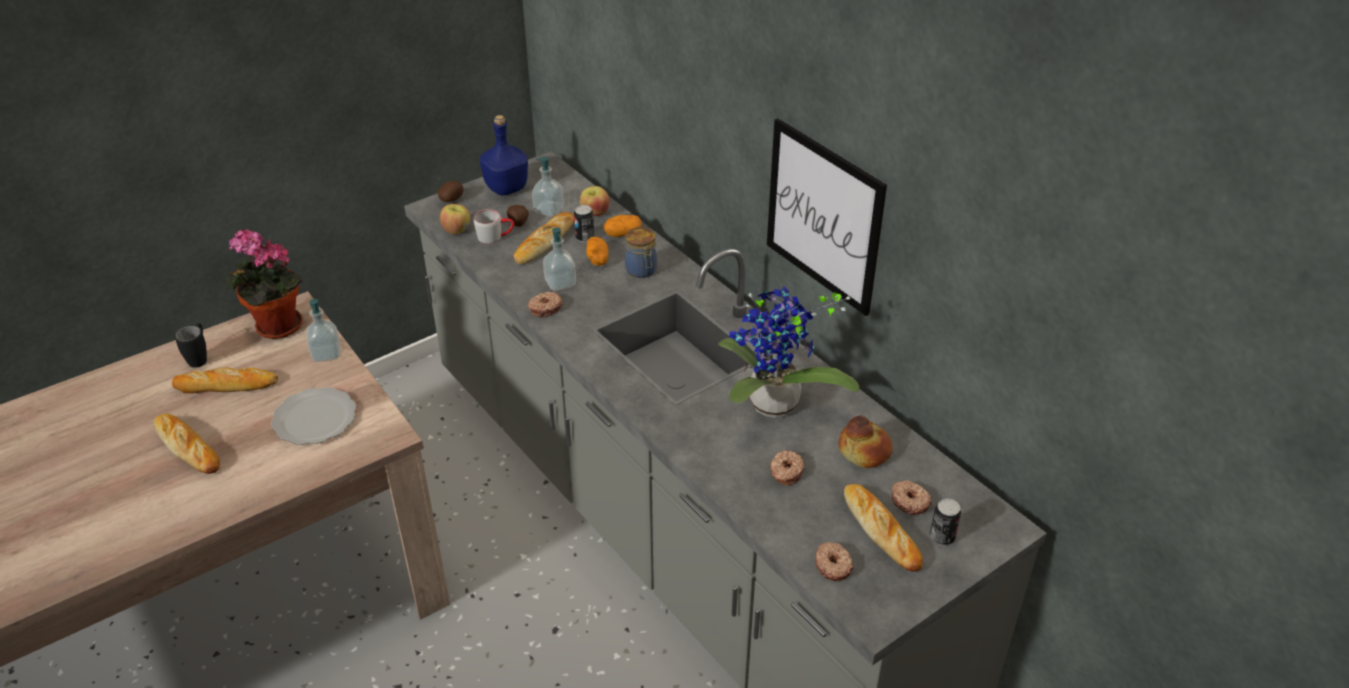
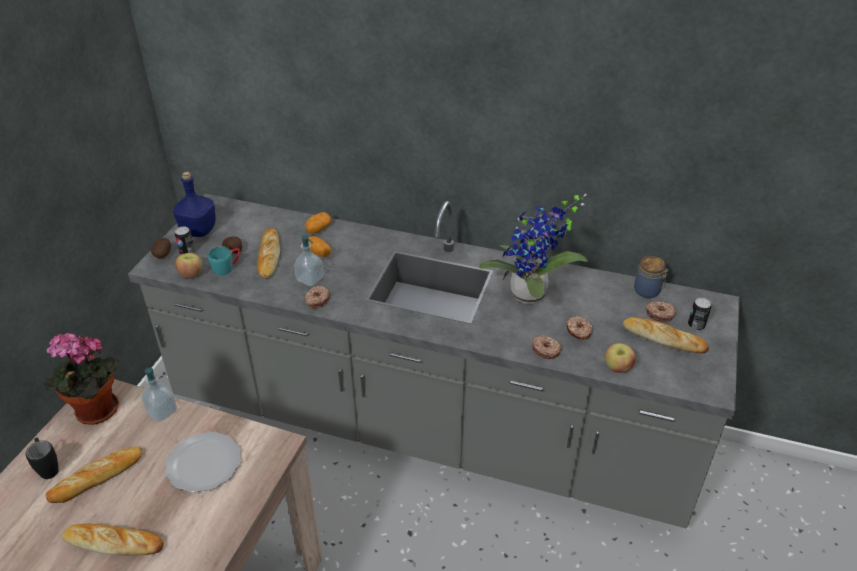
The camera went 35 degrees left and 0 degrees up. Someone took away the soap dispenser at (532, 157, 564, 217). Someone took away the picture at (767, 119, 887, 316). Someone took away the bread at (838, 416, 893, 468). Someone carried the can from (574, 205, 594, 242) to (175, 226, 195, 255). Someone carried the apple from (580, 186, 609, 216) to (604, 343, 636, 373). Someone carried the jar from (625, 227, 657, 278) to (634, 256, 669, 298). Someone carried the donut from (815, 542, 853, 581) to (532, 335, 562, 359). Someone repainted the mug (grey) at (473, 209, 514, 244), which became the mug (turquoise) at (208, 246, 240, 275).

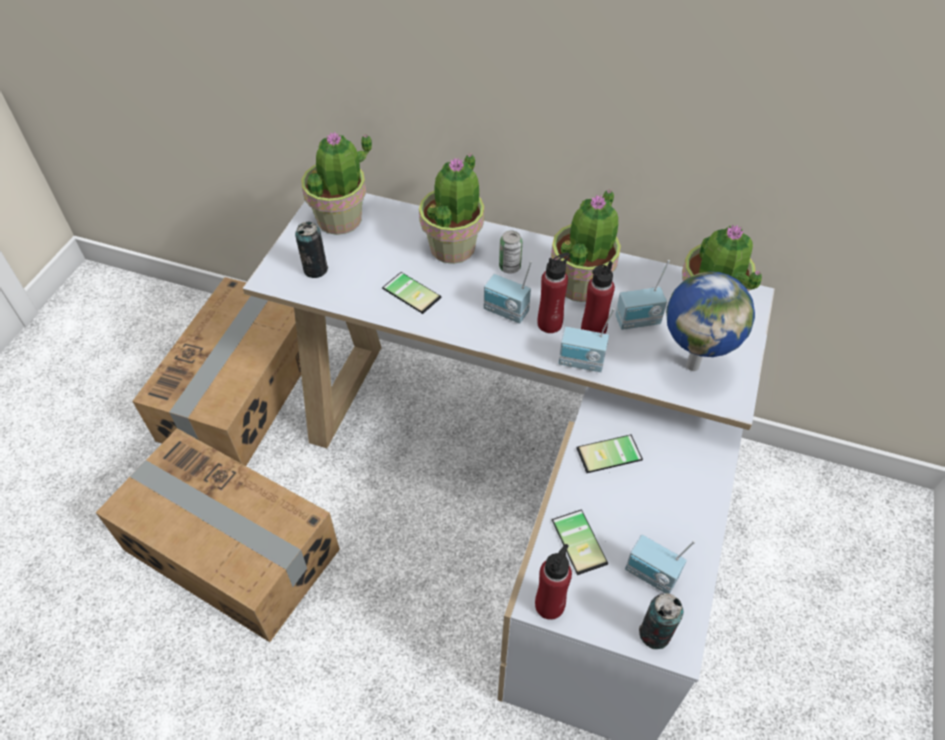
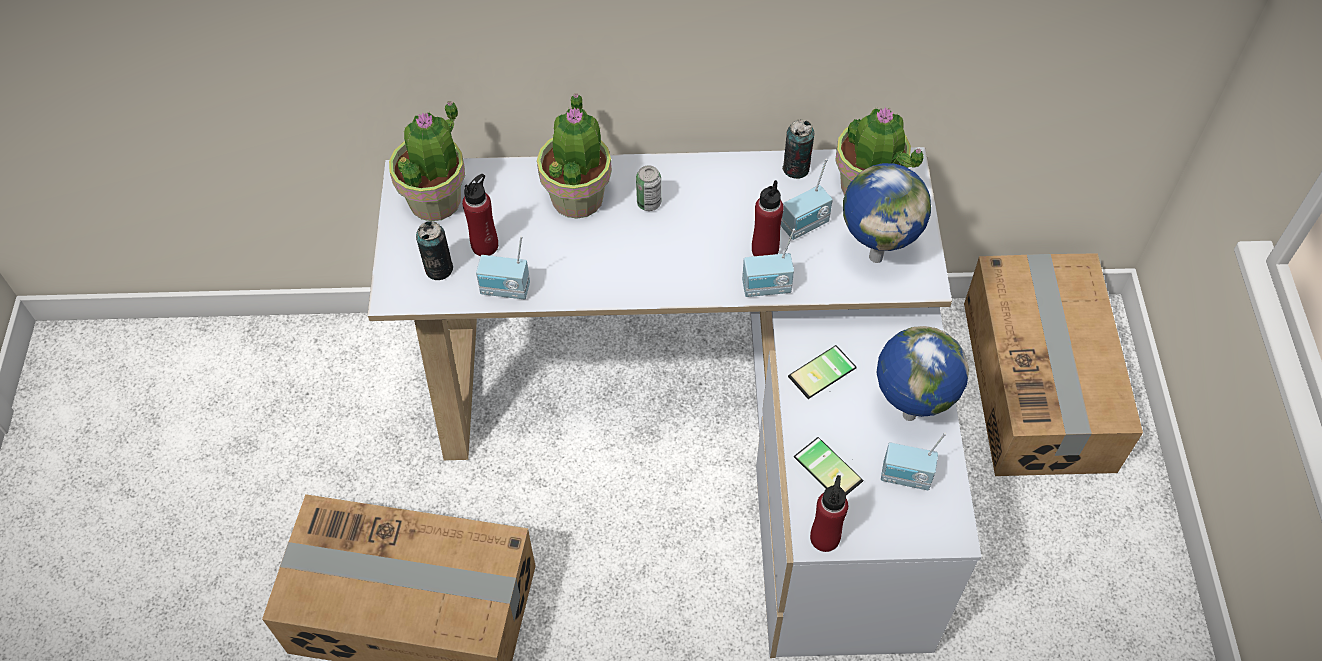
The camera went 20 degrees left and 5 degrees up. Someone took away the phone at (382, 272, 442, 314). Someone took away the potted plant at (551, 189, 621, 302). Someone put down the globe at (876, 326, 969, 421). Someone carried the cardboard box from (132, 277, 301, 466) to (964, 253, 1143, 476). Someone carried the radio from (484, 261, 532, 323) to (476, 236, 530, 299). Someone carried the bottle (red) from (538, 252, 570, 333) to (462, 174, 498, 256). Someone carried the can from (639, 593, 683, 649) to (782, 120, 814, 179).

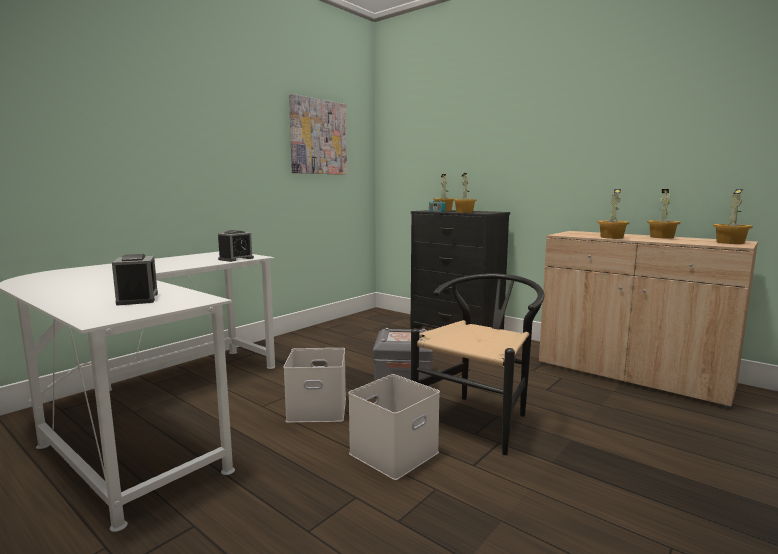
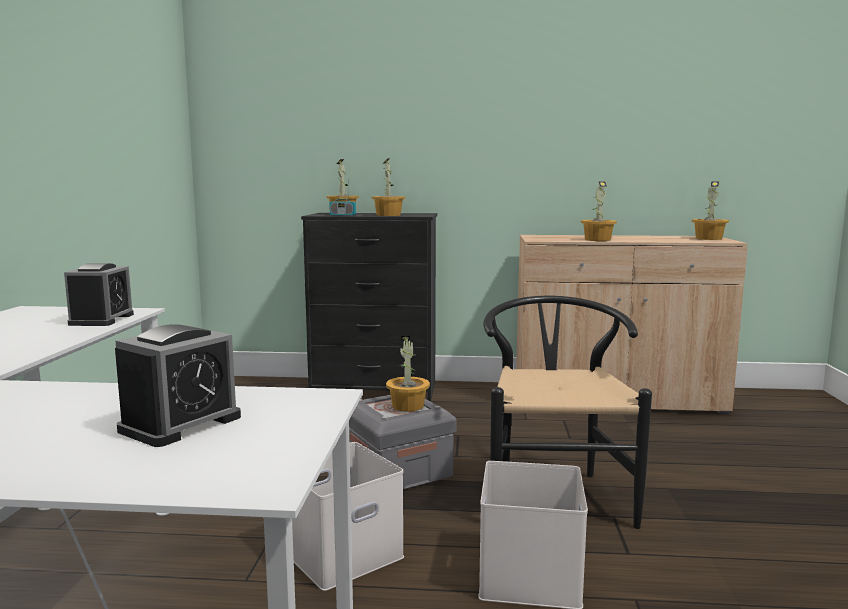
The camera went 35 degrees left and 0 degrees up. Someone took away the picture at (289, 94, 347, 175). Someone carried the potted plant from (647, 189, 680, 238) to (386, 336, 430, 412). Someone rotated the alarm clock at (112, 254, 158, 305) by 90 degrees clockwise.

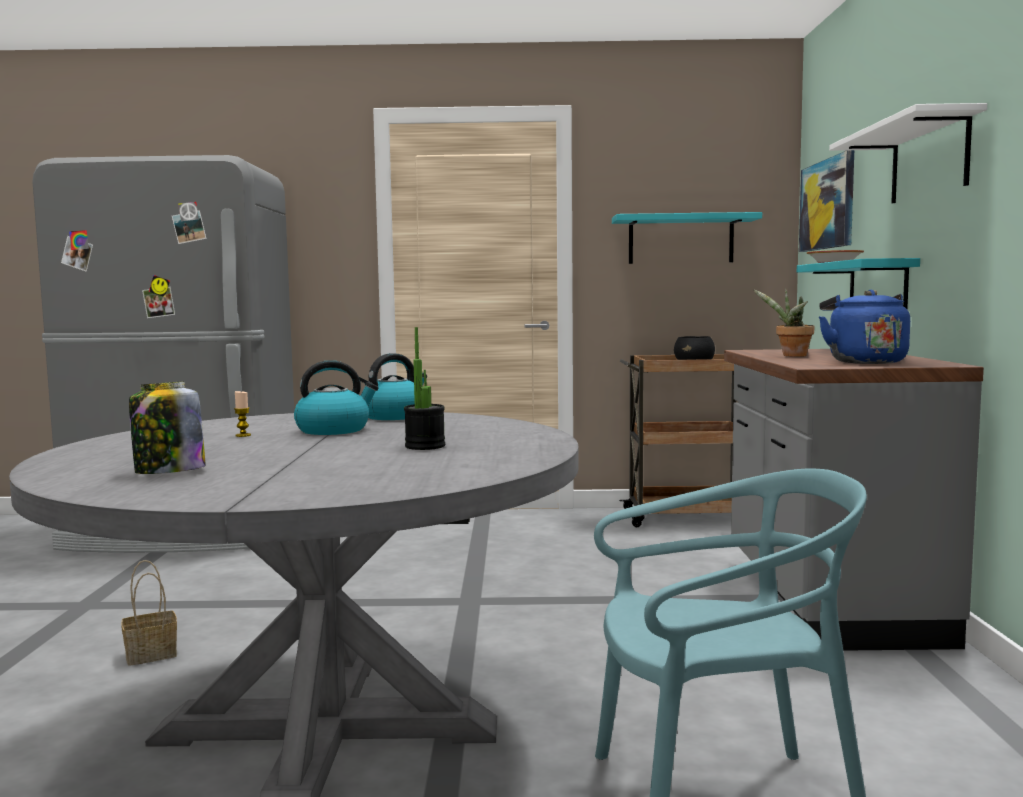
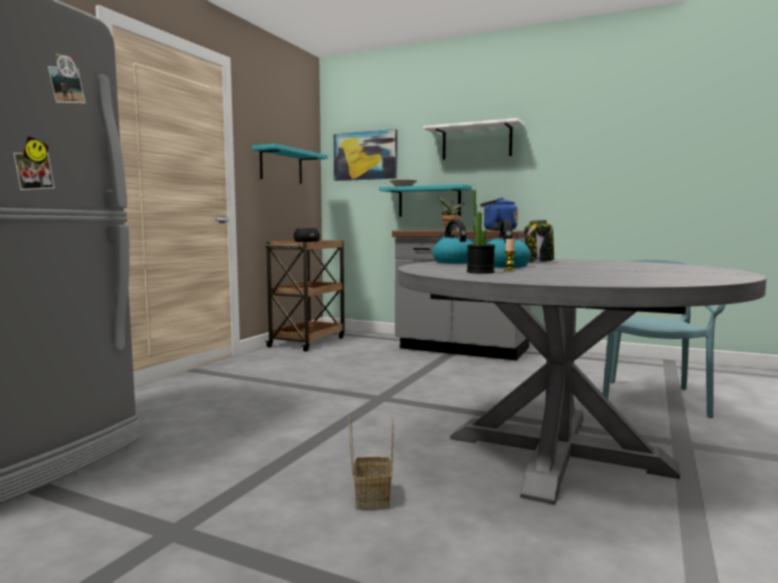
The camera went 65 degrees left and 0 degrees up. Someone carried the jar from (129, 381, 206, 474) to (524, 220, 554, 262). Someone carried the potted plant from (404, 327, 445, 450) to (467, 190, 495, 274).

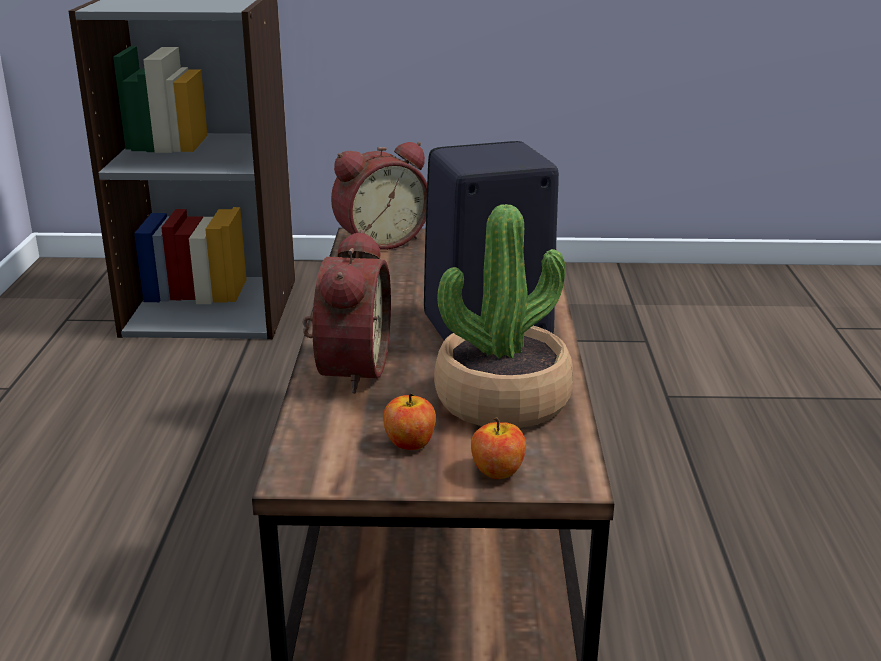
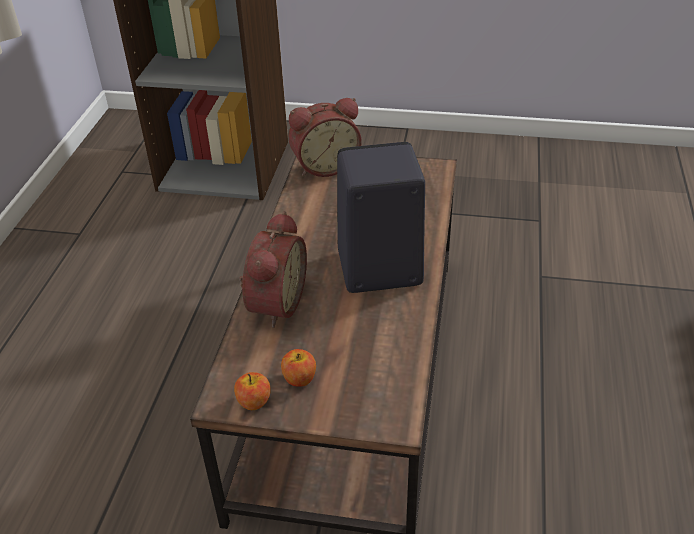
The camera went 10 degrees right and 15 degrees up. Someone took away the potted plant at (434, 204, 573, 428). Someone carried the apple from (471, 417, 526, 479) to (234, 372, 271, 410).

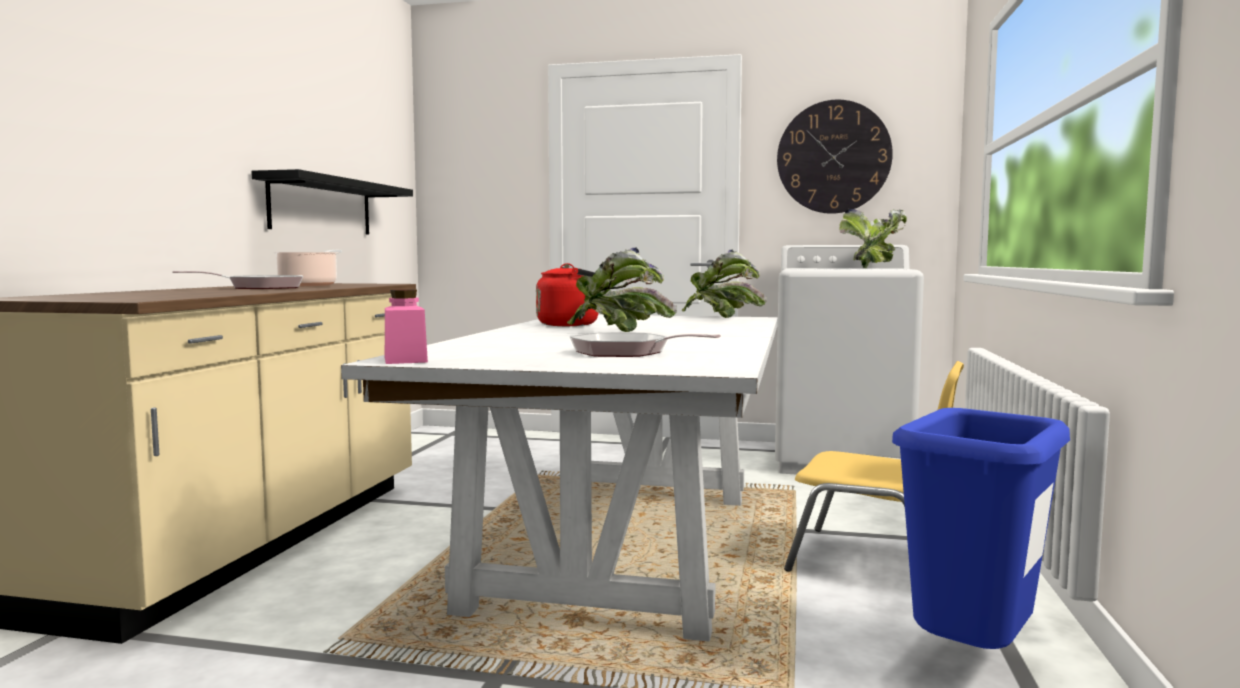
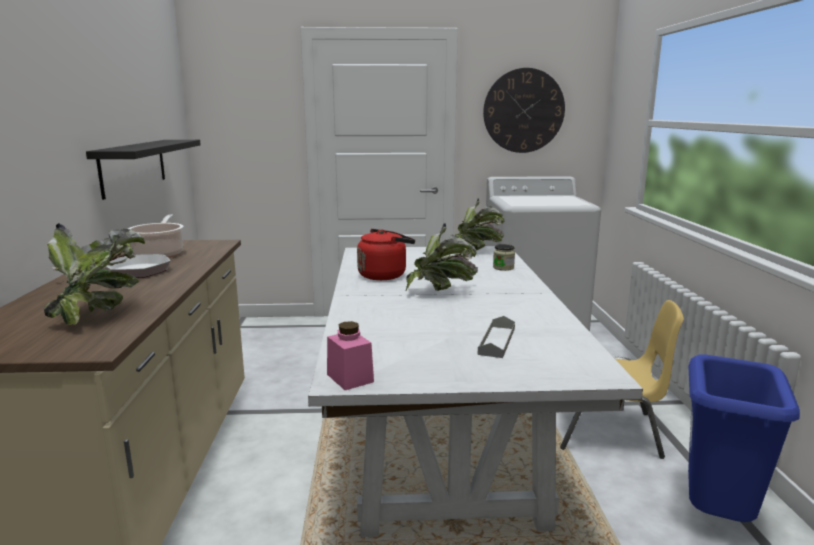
The camera went 15 degrees left and 10 degrees up. Someone put down the jar at (493, 244, 515, 271). Someone carried the potted plant from (839, 209, 907, 268) to (44, 223, 145, 325). Someone swapped the frying pan at (570, 332, 721, 357) for the tray (grey) at (478, 316, 515, 358).

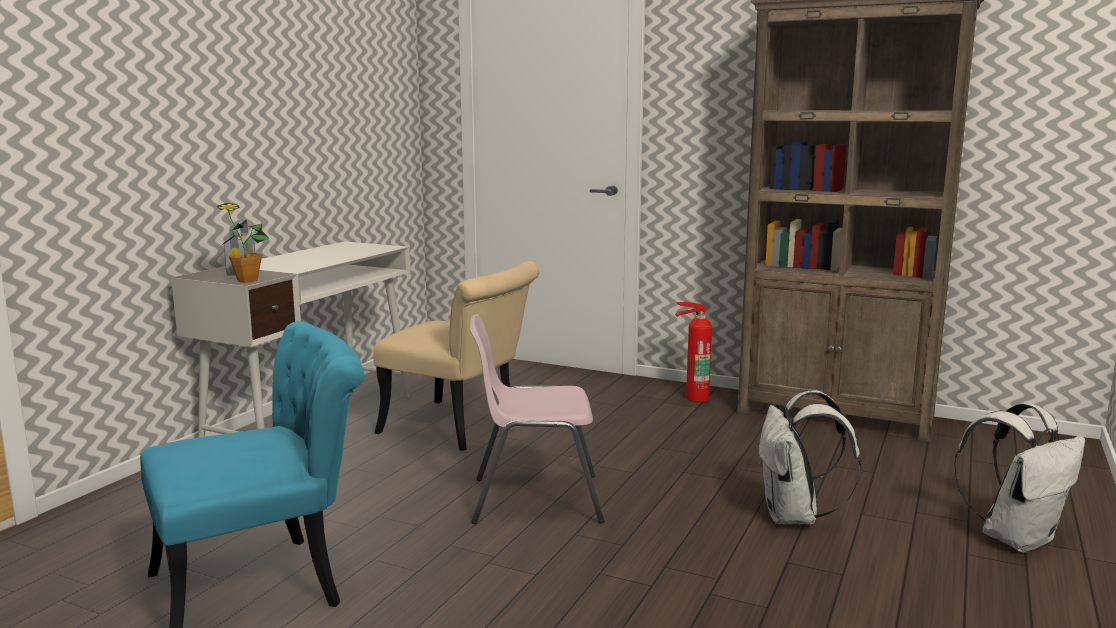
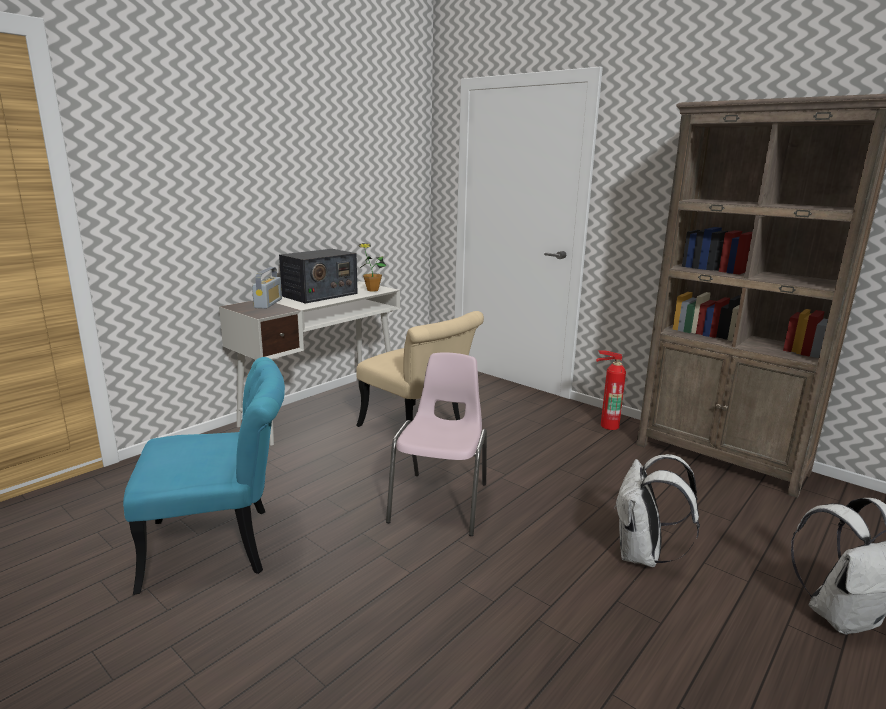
The camera went 15 degrees right and 5 degrees up. Someone put down the radio at (279, 249, 358, 304). Someone carried the potted plant from (217, 203, 269, 283) to (358, 243, 386, 291). Someone rotated the chair (pink) at (470, 314, 604, 524) by 90 degrees clockwise.

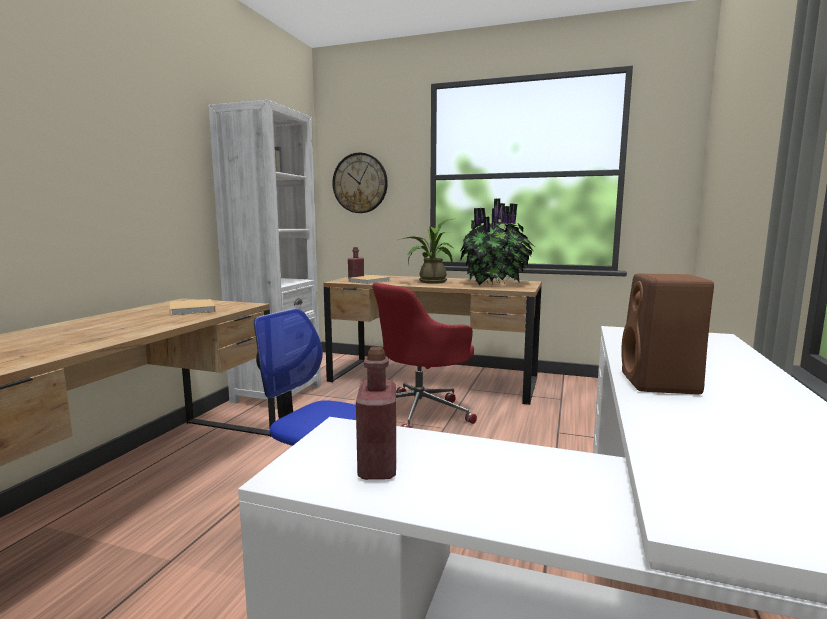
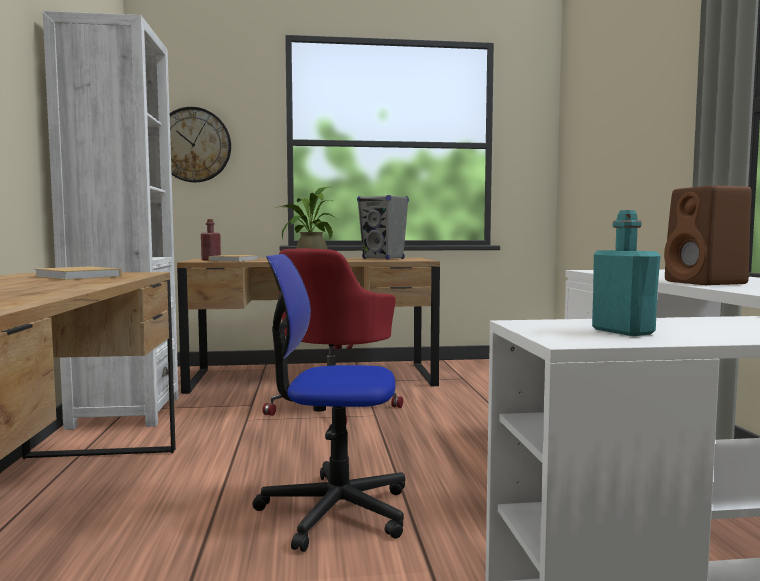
The camera went 25 degrees left and 5 degrees down. Someone swapped the potted plant at (460, 198, 535, 285) for the speaker (grey) at (357, 195, 409, 260). Someone repainted the bottle (red) at (356, 347, 396, 480), which became the bottle (turquoise) at (592, 210, 660, 336).

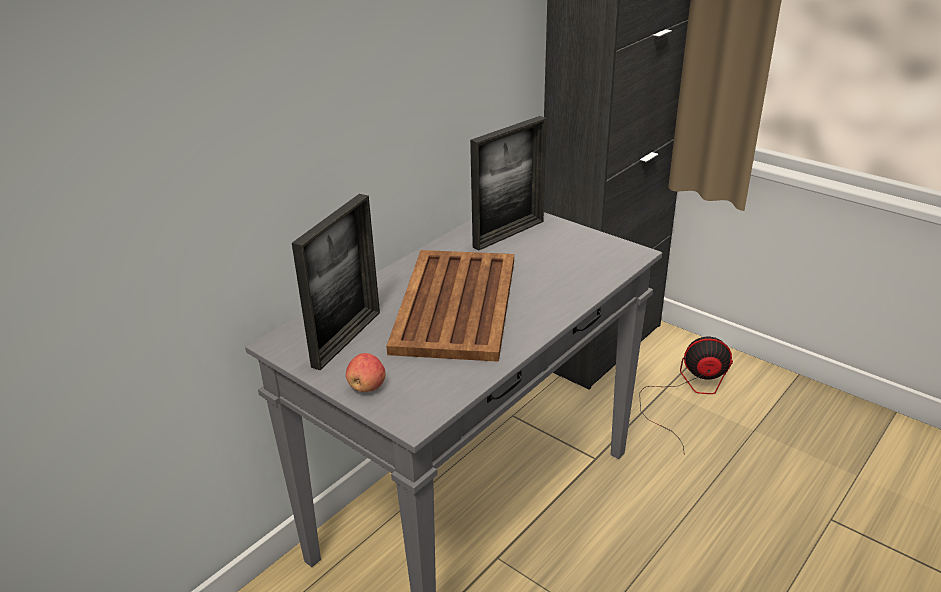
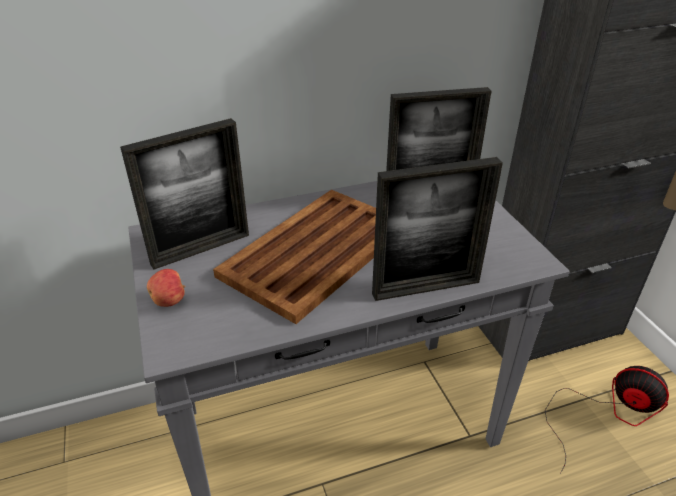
The camera went 30 degrees right and 5 degrees up. Someone put down the picture frame at (372, 157, 503, 301).

